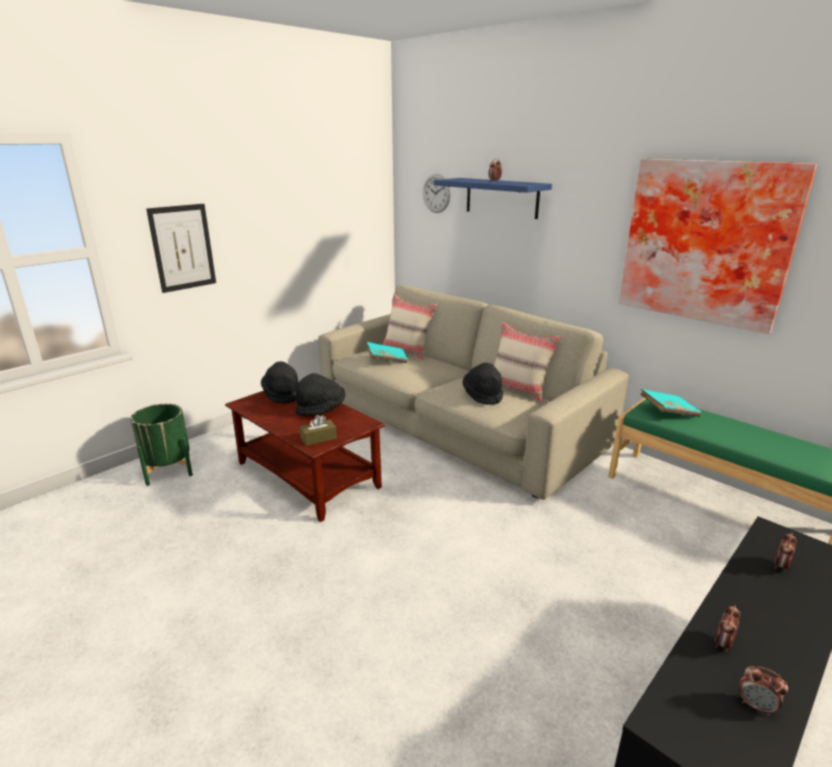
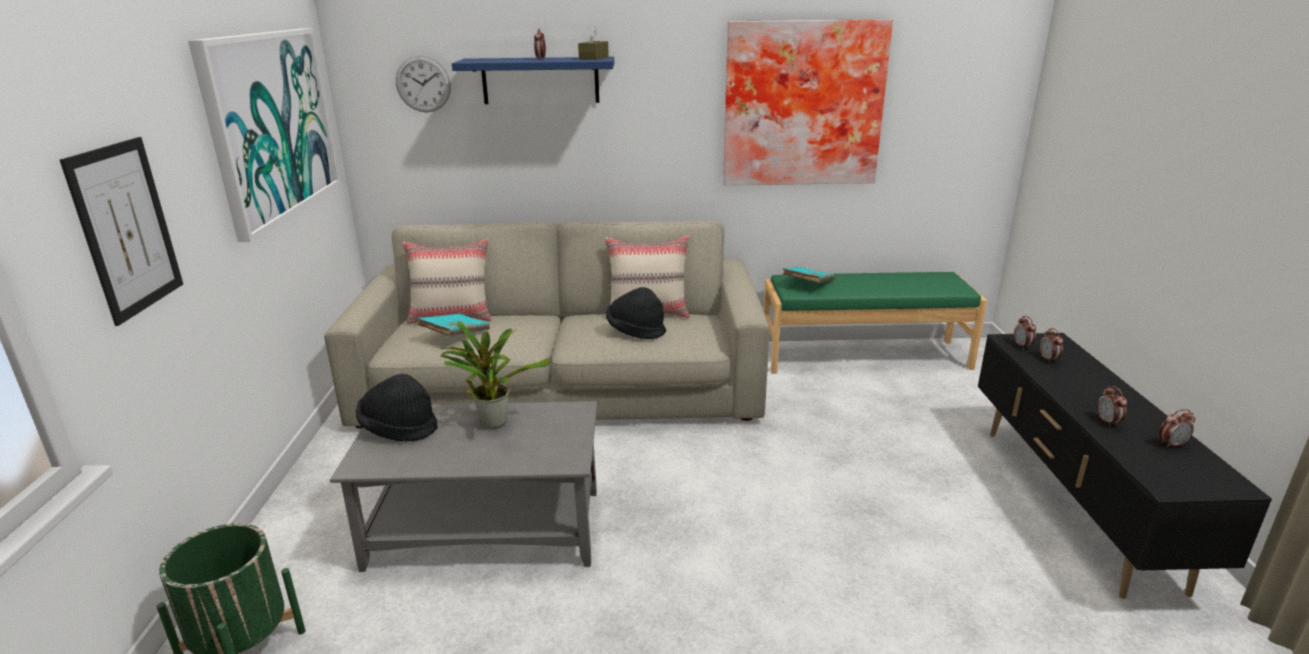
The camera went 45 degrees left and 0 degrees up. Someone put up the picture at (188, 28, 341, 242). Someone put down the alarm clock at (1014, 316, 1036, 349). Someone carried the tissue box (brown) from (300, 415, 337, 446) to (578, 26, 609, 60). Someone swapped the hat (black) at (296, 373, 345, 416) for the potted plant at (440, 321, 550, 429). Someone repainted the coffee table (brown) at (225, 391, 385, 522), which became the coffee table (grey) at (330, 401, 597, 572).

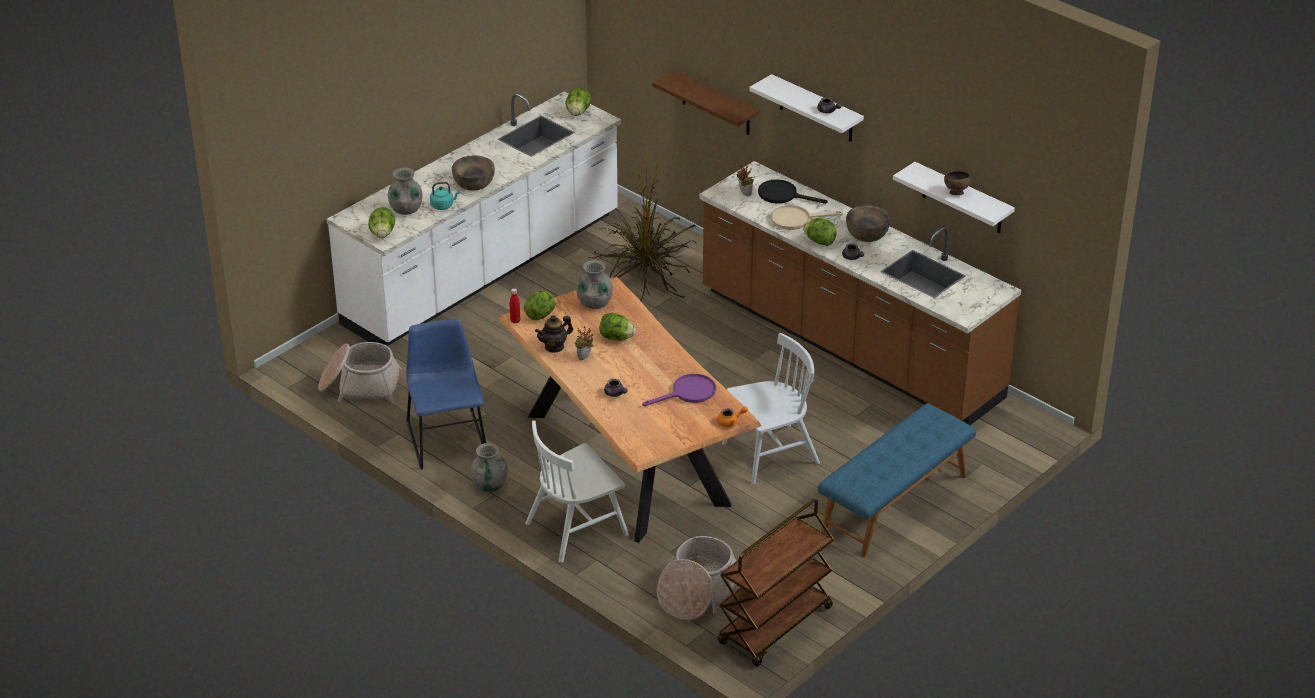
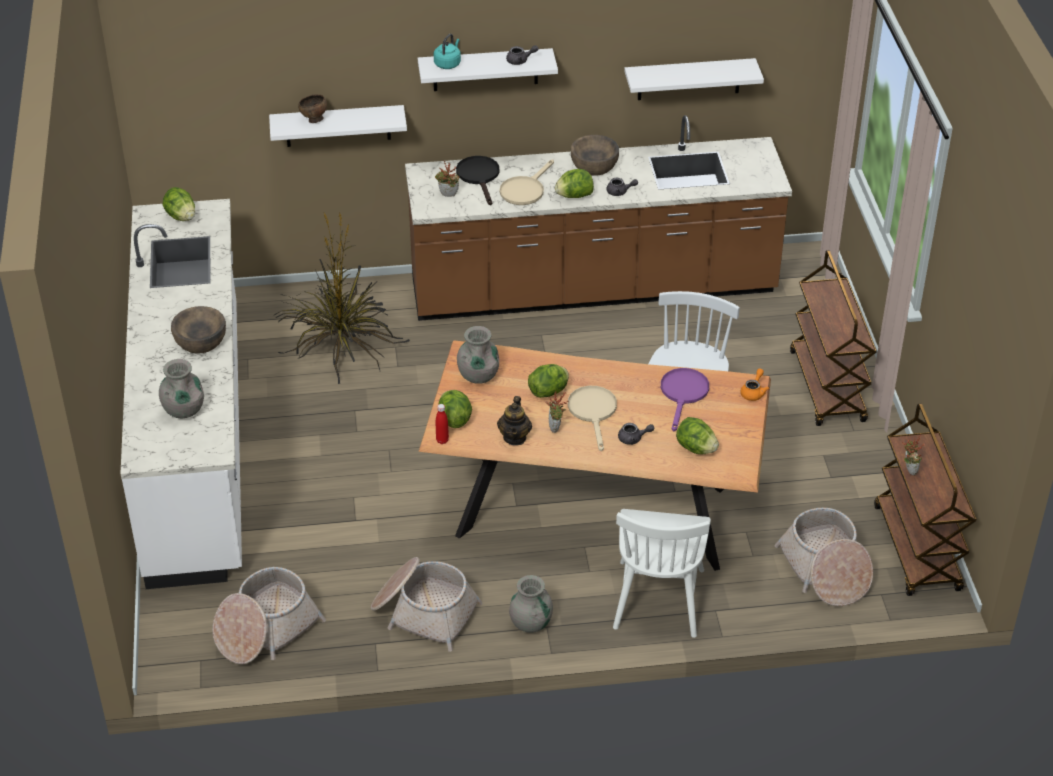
The camera went 50 degrees left and 5 degrees up. Someone put down the frying pan (beige) at (568, 386, 617, 451). Someone put down the potted plant at (902, 435, 925, 476). Someone carried the lettuce from (368, 207, 395, 238) to (676, 417, 719, 454). Someone carried the kettle (turquoise) from (430, 182, 460, 210) to (434, 33, 461, 69). Someone carried the bowl (brown) from (944, 171, 971, 196) to (298, 94, 327, 123). Someone swapped the chair (blue) at (406, 319, 486, 470) for the basket at (371, 557, 483, 652). Someone swapped the bench (blue) at (818, 403, 977, 557) for the cart (brown) at (790, 250, 876, 426). Someone repainted the shelf (brown) at (652, 70, 760, 135), which became the shelf (white) at (269, 105, 407, 147). Someone rotated the frying pan (black) at (758, 180, 828, 204) by 105 degrees clockwise.

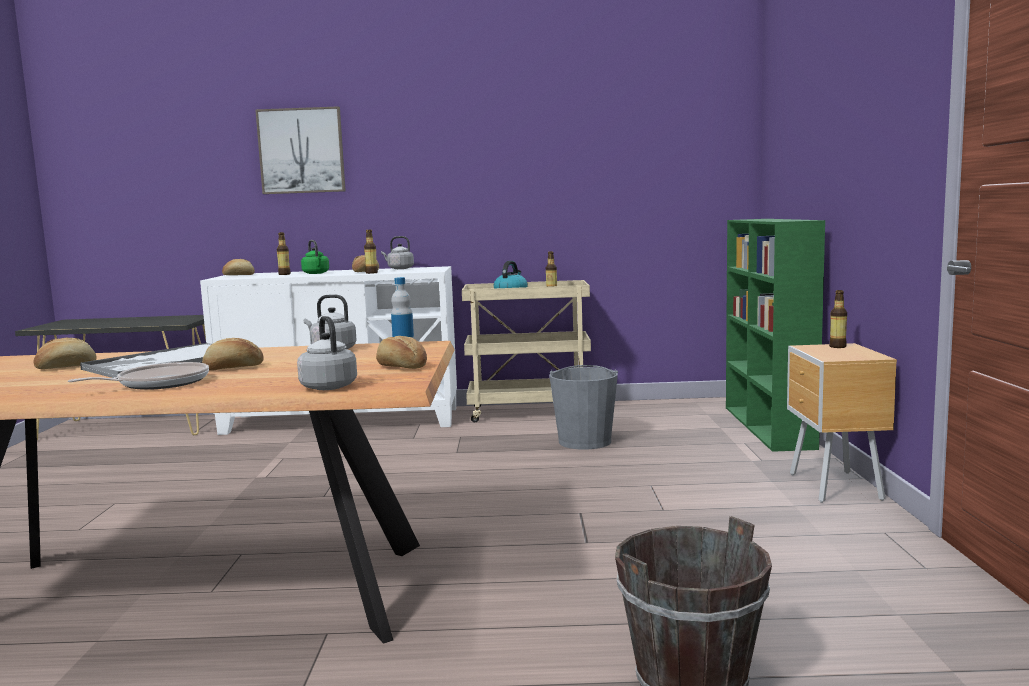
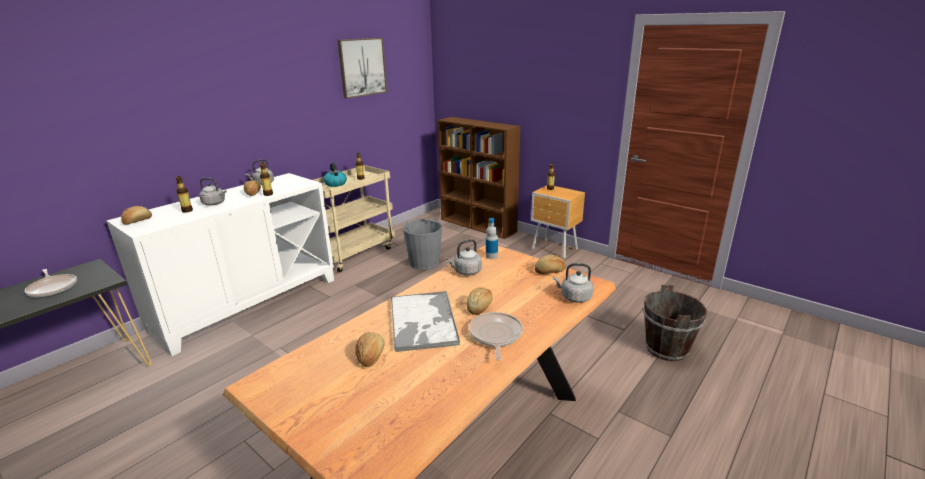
The camera went 50 degrees left and 15 degrees up. Someone put down the frying pan at (25, 269, 77, 298). Someone carried the picture from (255, 106, 346, 194) to (337, 38, 387, 99). Someone repainted the kettle (green) at (301, 240, 329, 274), which became the kettle (grey) at (199, 178, 227, 205). Someone repainted the bookcase (green) at (726, 219, 825, 452), which became the bookcase (brown) at (438, 117, 520, 239).

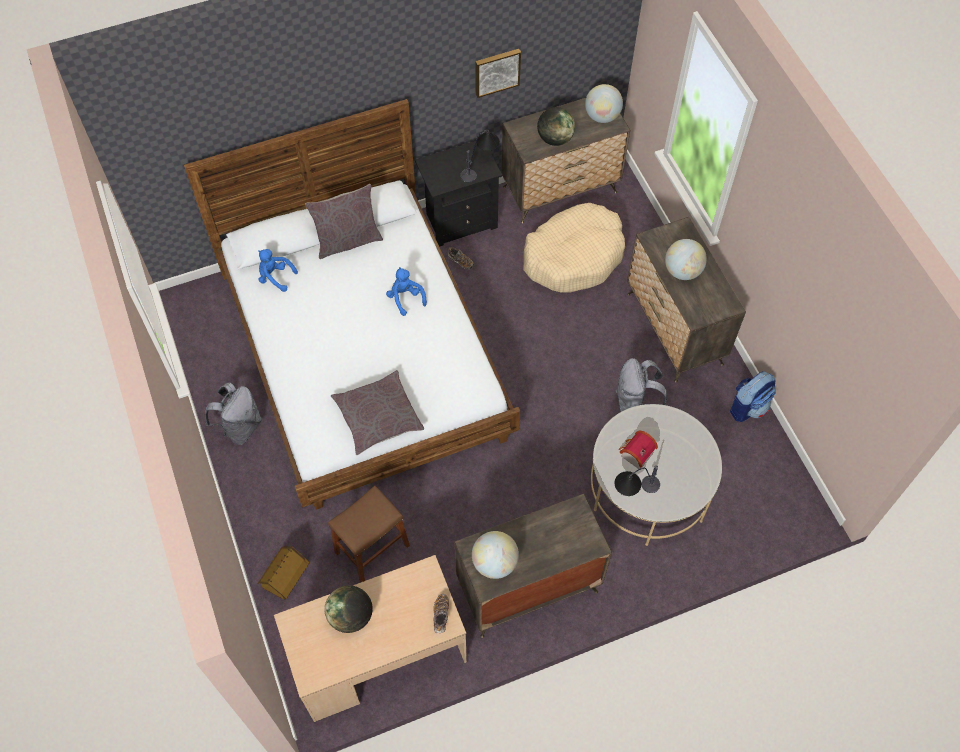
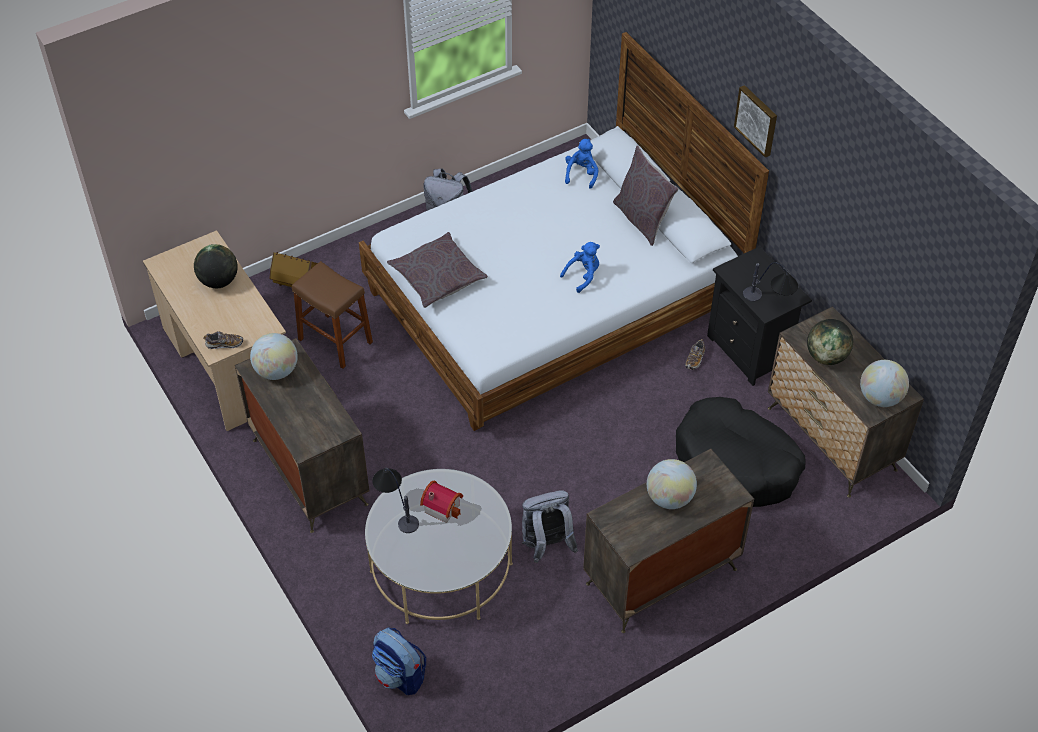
The camera went 80 degrees right and 10 degrees down. Someone carried the picture from (475, 49, 521, 98) to (734, 85, 777, 158). Someone carried the backpack from (730, 371, 776, 422) to (372, 627, 426, 695). Someone repainted the dog bed (beige) at (523, 203, 625, 292), which became the dog bed (black) at (676, 397, 805, 507).

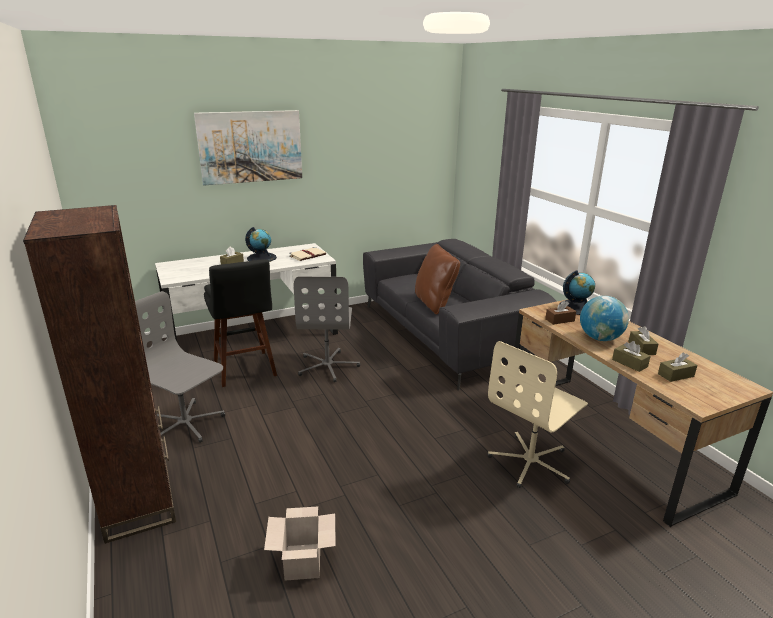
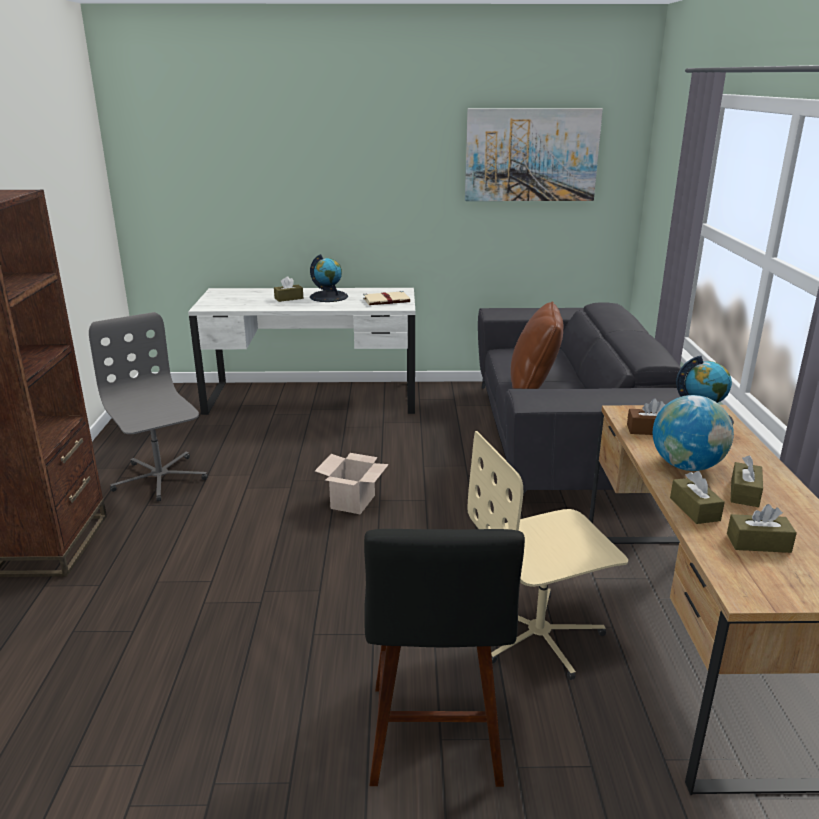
The camera went 25 degrees right and 0 degrees up. Someone took away the office chair (grey) at (294, 276, 360, 382). Someone carried the picture from (194, 110, 302, 185) to (465, 108, 603, 201). Someone carried the stool (black) from (204, 259, 277, 387) to (364, 529, 525, 787). Someone carried the cardboard box from (264, 507, 336, 580) to (315, 453, 389, 514).

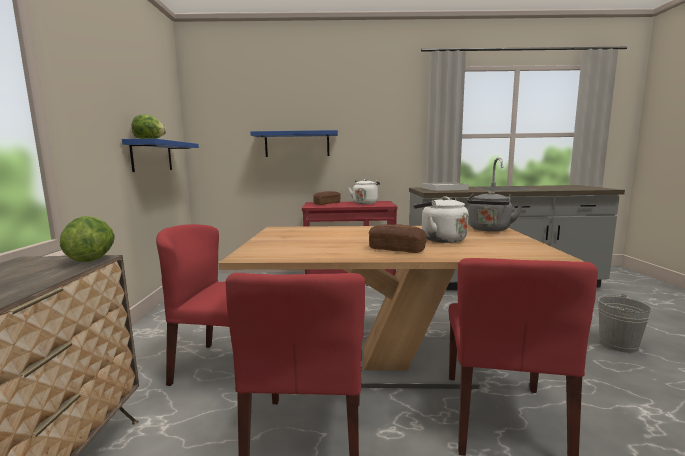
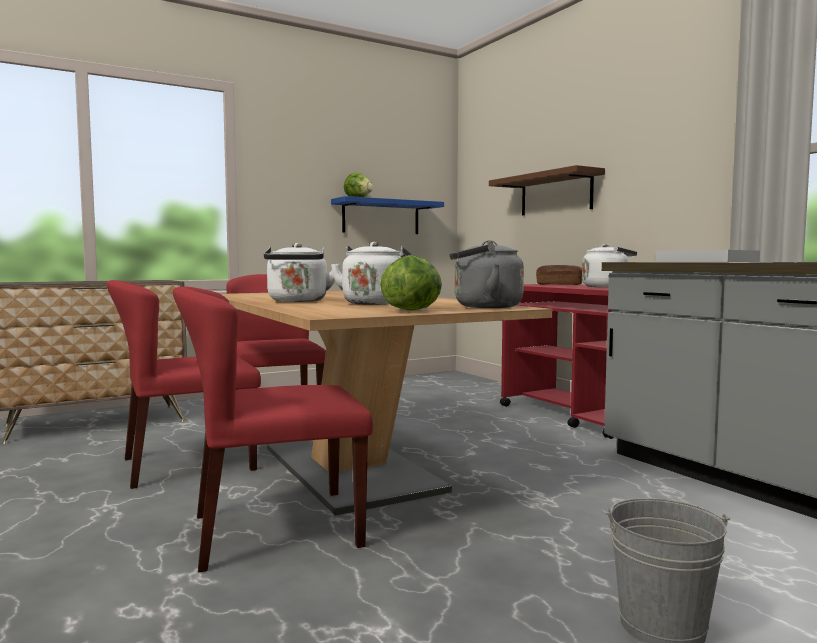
The camera went 60 degrees right and 5 degrees down. Someone carried the lettuce from (60, 216, 115, 262) to (380, 255, 442, 311). Someone swapped the bread at (369, 224, 427, 253) for the kettle (white) at (264, 243, 340, 302). Someone repainted the shelf (blue) at (250, 130, 338, 157), which became the shelf (brown) at (489, 165, 605, 216).

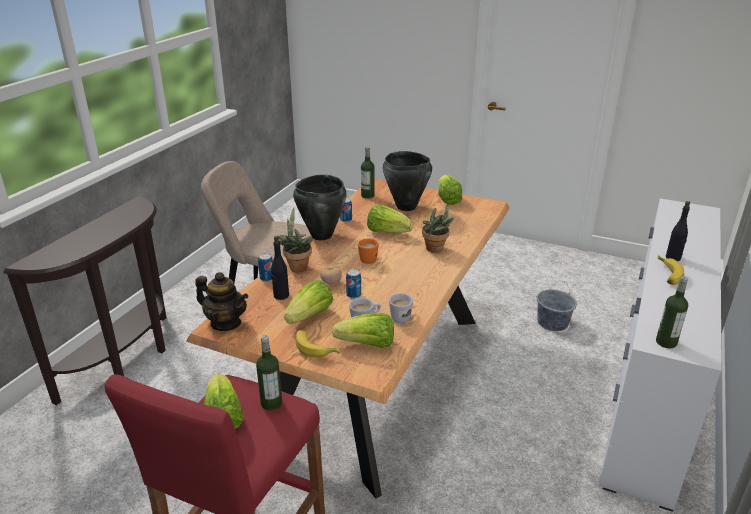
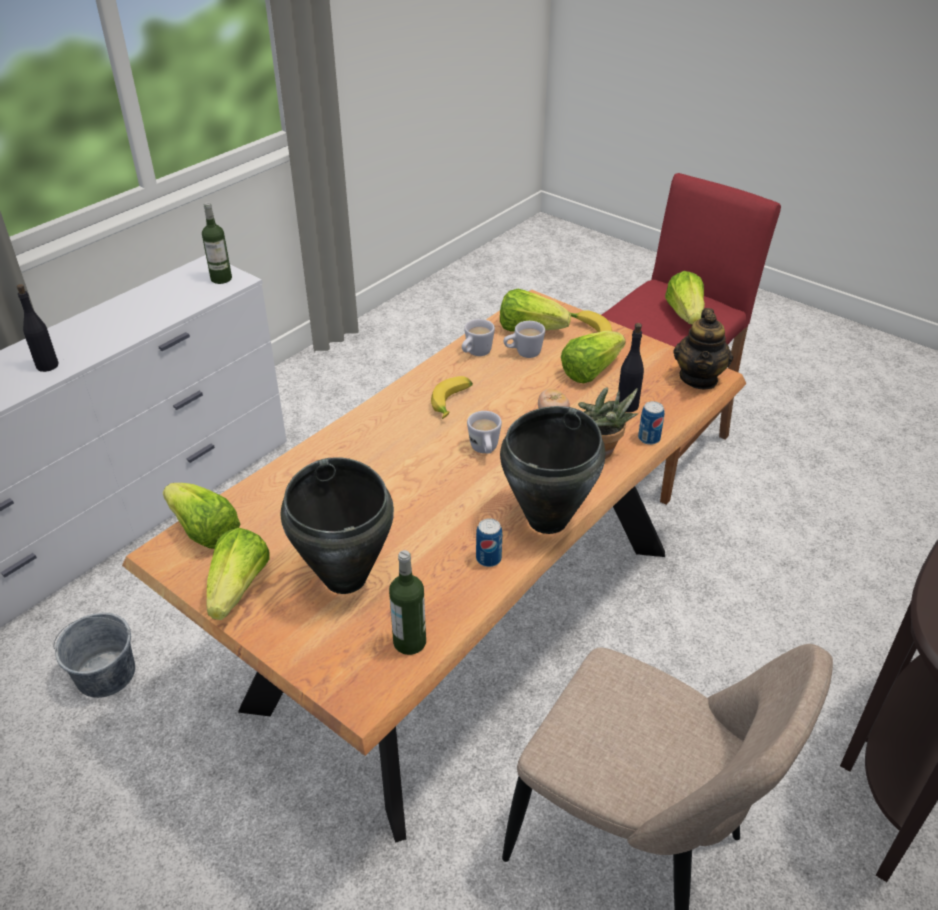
The camera went 165 degrees left and 10 degrees up. Someone took away the bottle at (256, 336, 282, 410). Someone took away the can at (346, 269, 361, 299). Someone took away the potted plant at (422, 205, 454, 253). Someone carried the lettuce from (367, 204, 413, 233) to (163, 483, 240, 549). Someone carried the banana from (658, 255, 684, 285) to (431, 376, 473, 419). Someone repainted the mug (orange) at (358, 238, 379, 264), which became the mug (white) at (467, 411, 502, 454). Someone rotated the teapot at (195, 272, 248, 331) by 120 degrees counterclockwise.

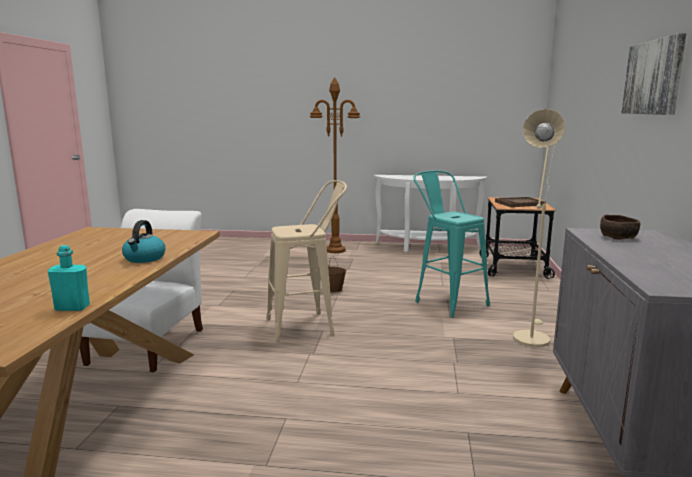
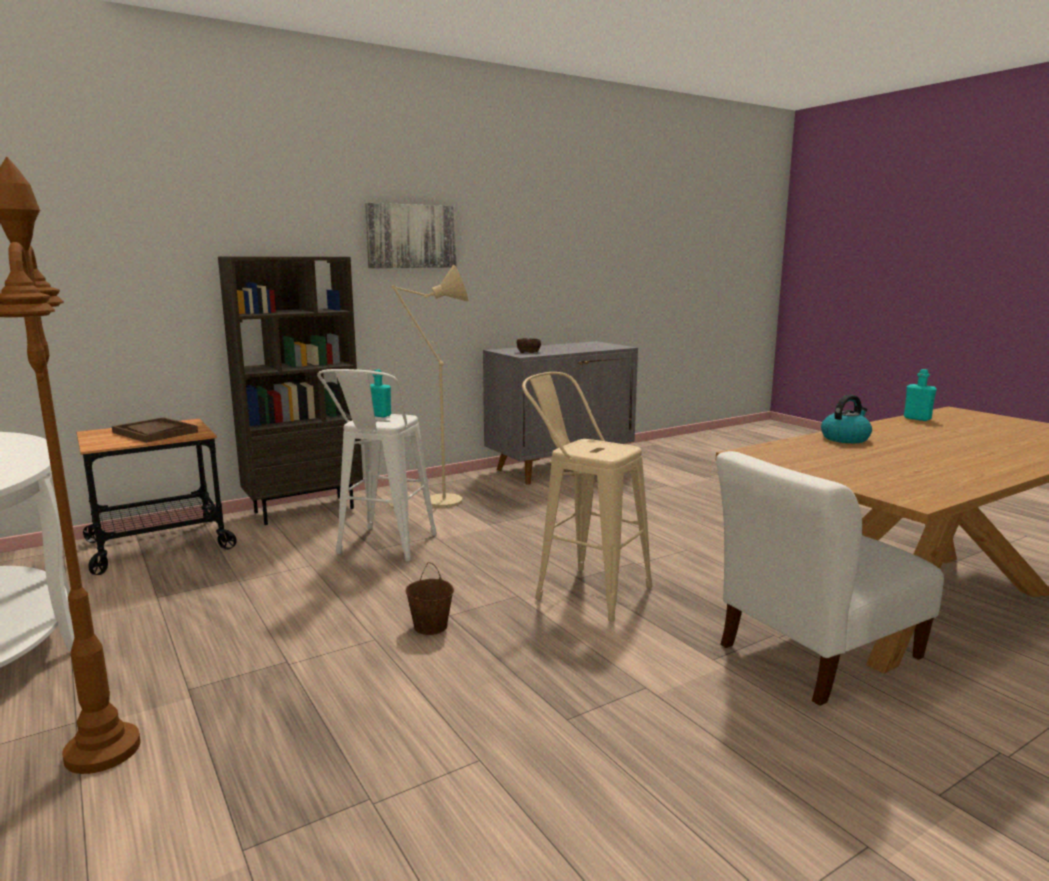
The camera went 130 degrees left and 0 degrees up. Someone put down the bookcase (brown) at (218, 256, 363, 525). Someone put down the bottle (turquoise) at (370, 370, 391, 417). Someone repainted the stool (turquoise) at (413, 170, 490, 317), which became the stool (white) at (317, 369, 437, 561).

